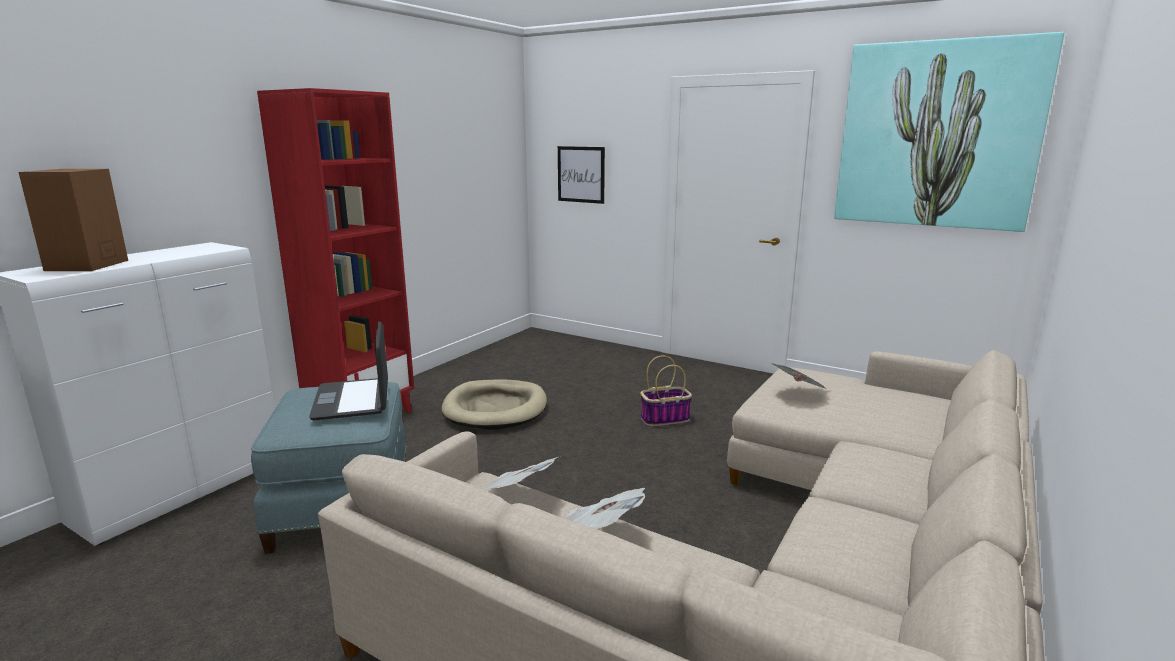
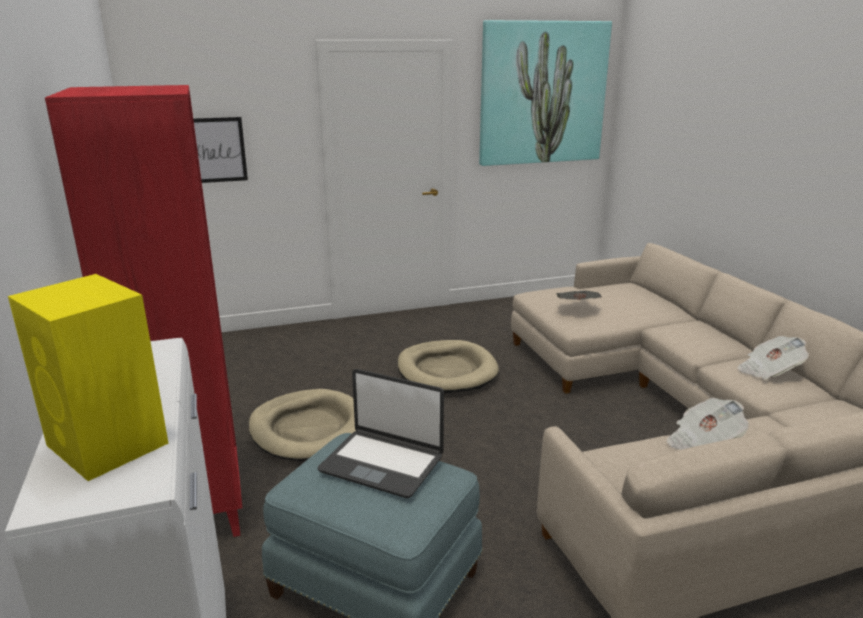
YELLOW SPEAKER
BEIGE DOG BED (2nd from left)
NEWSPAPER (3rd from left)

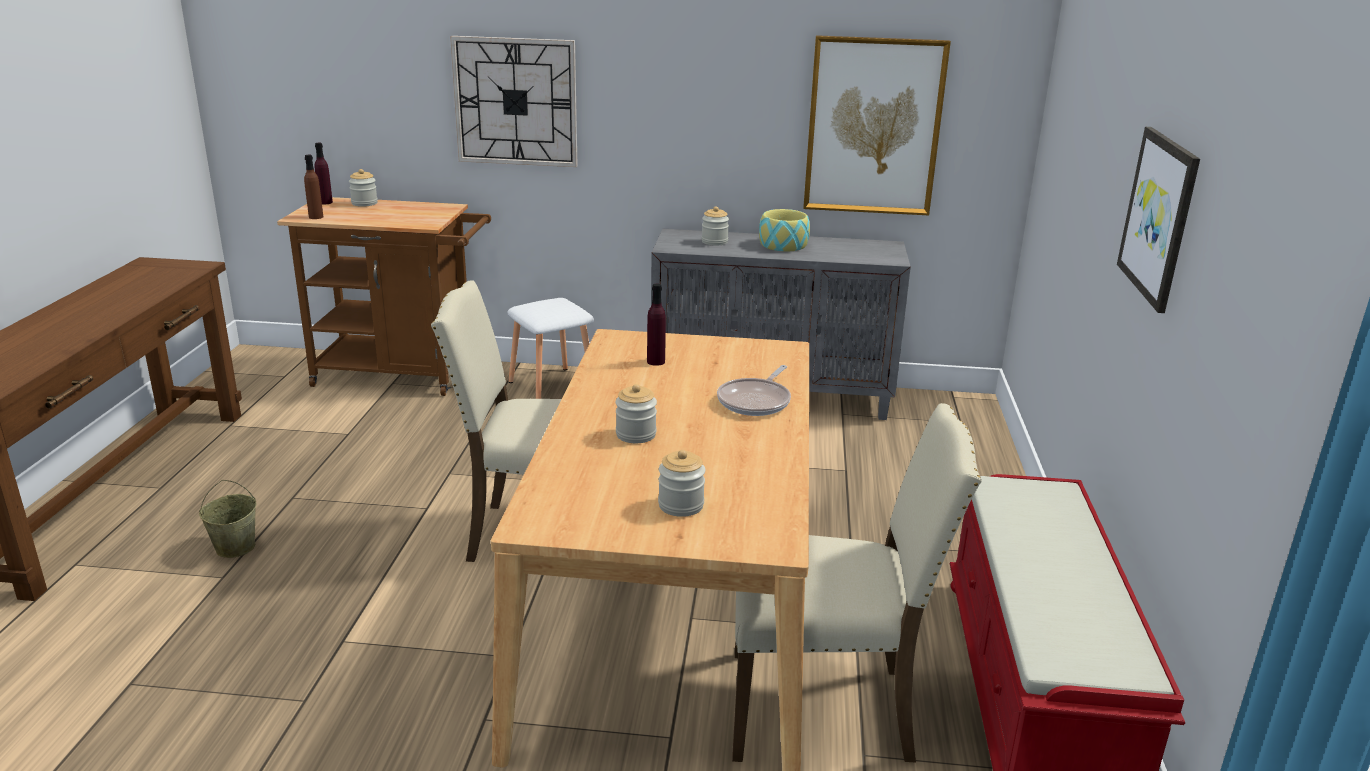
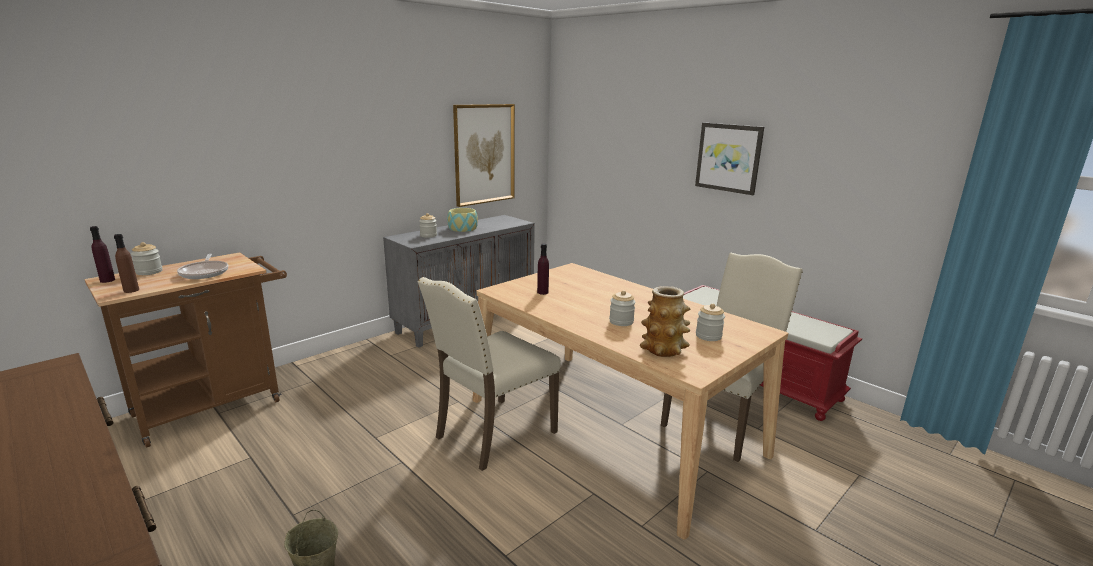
WALL CLOCK
WHITE STOOL
FRYING PAN
VASE

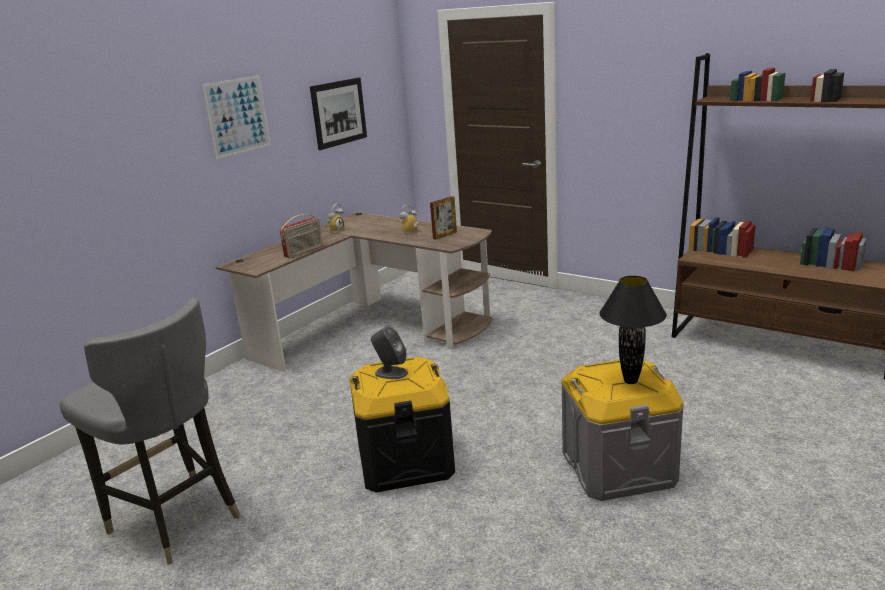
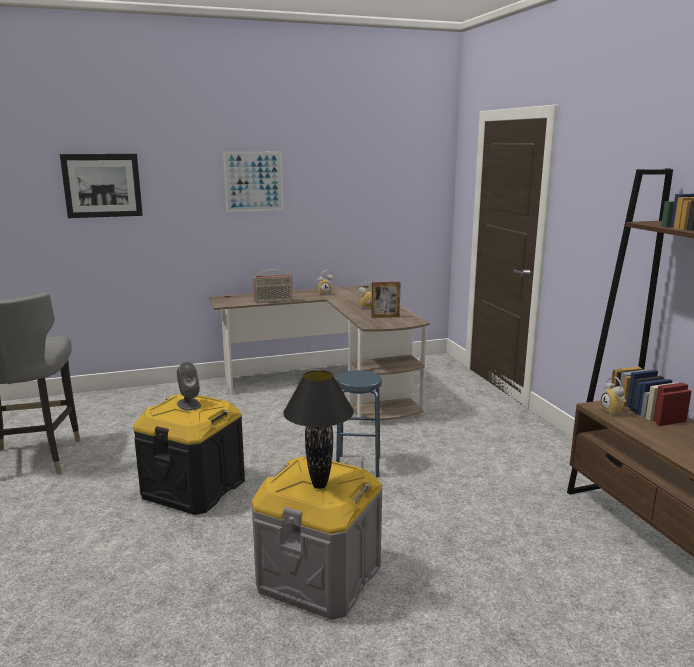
PICTURE (1st from left)
BLUE STOOL
ALARM CLOCK (3rd from left)

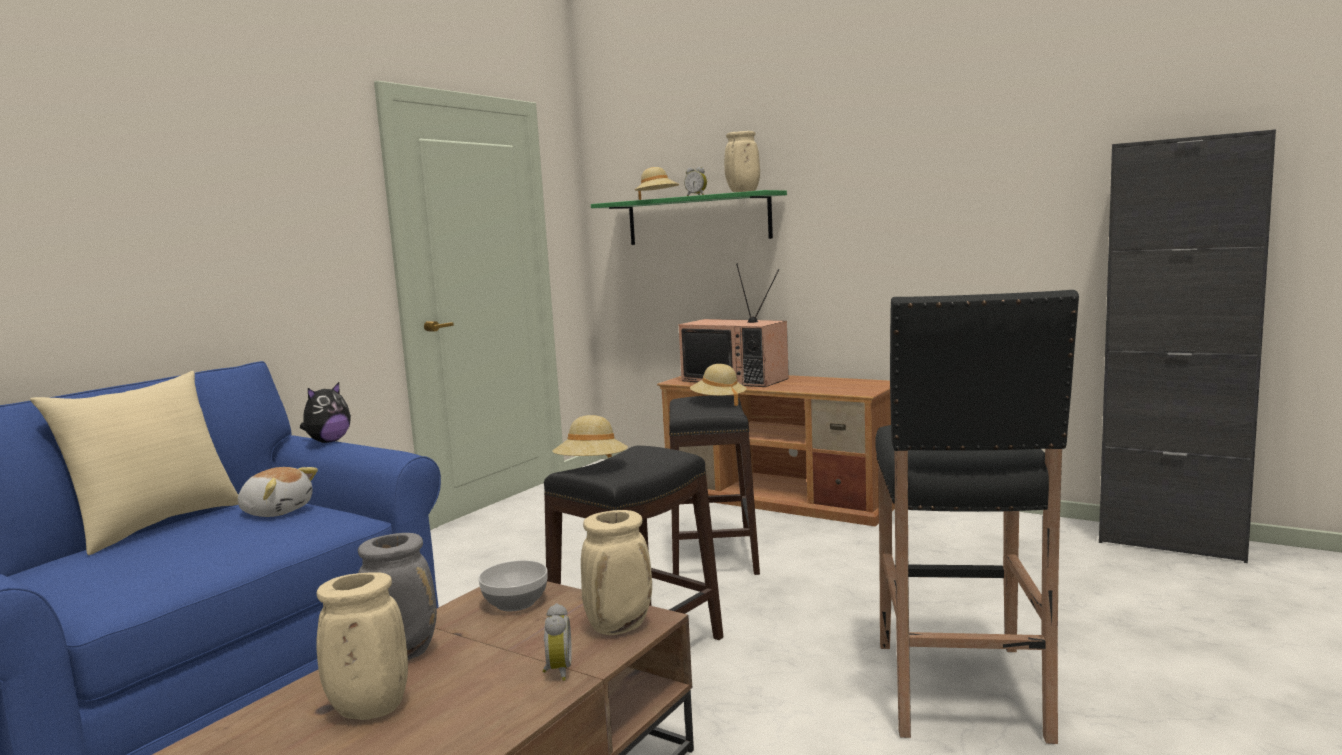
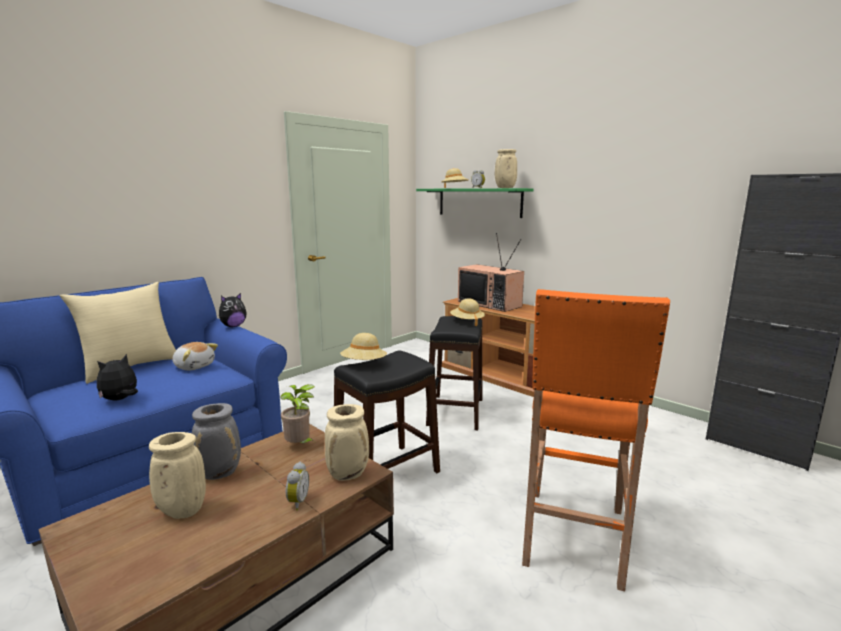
ORANGE STOOL
POTTED PLANT
PLUSH TOY (1st from left)

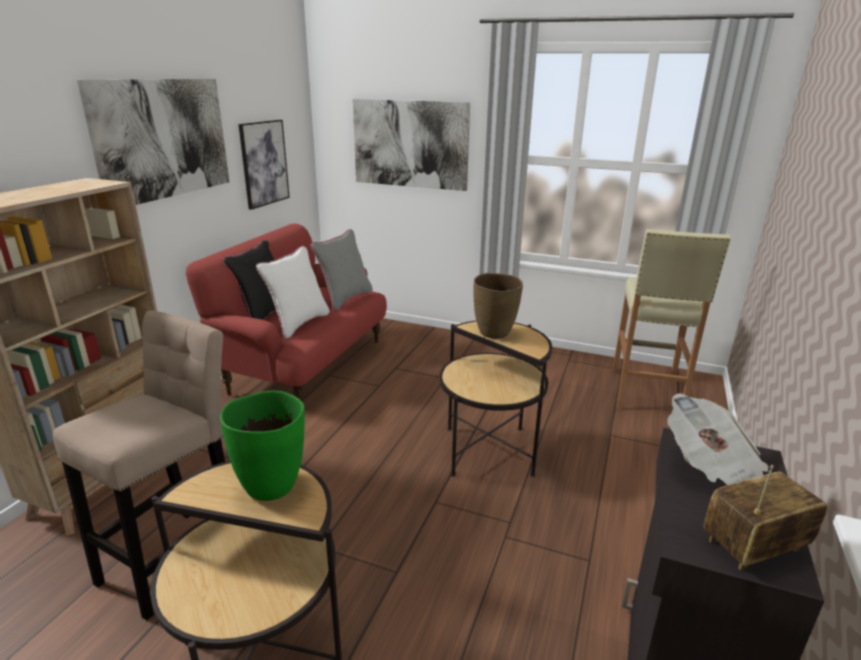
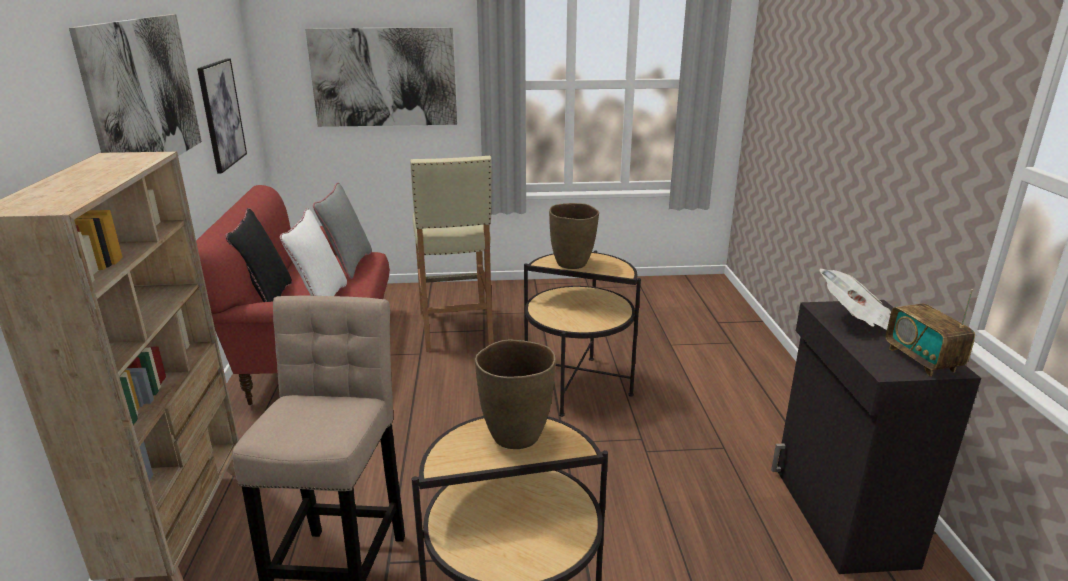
BEIGE STOOL (2nd from left)
BROWN VASE (1st from left)
RADIO

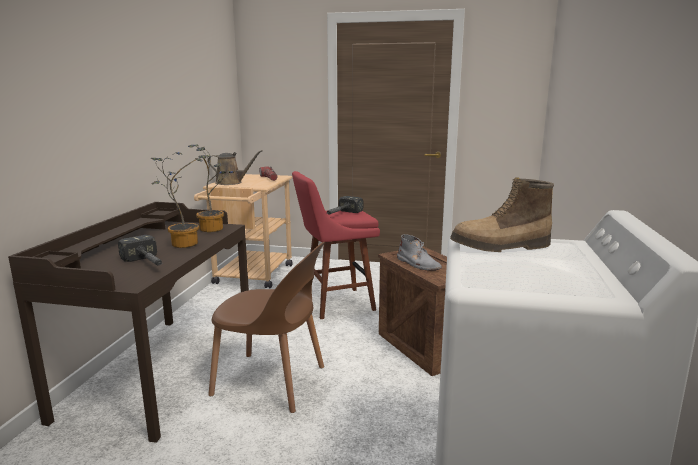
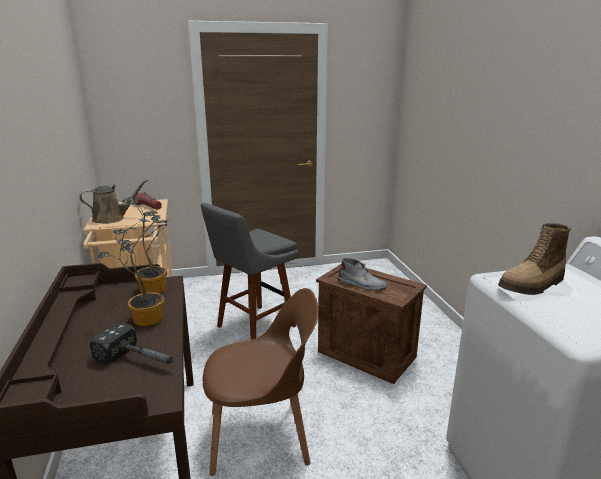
GREY STOOL
HAMMER (2nd from left in the first image)

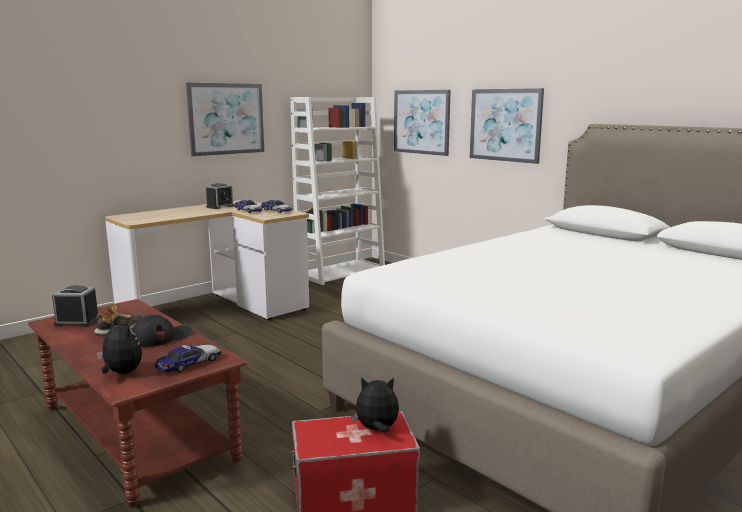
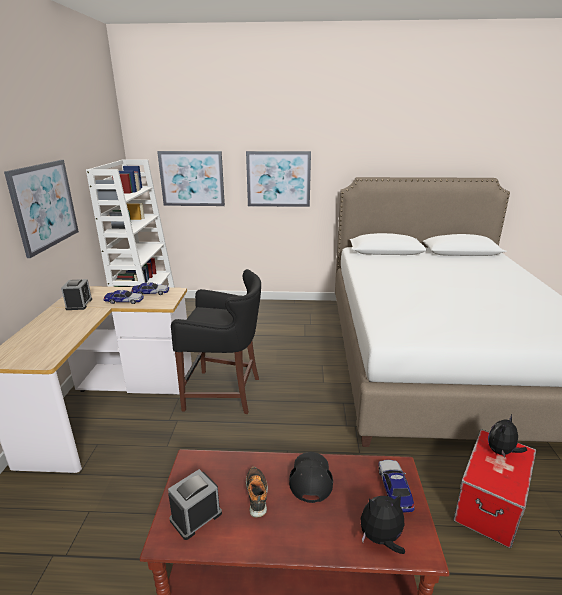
BLACK STOOL

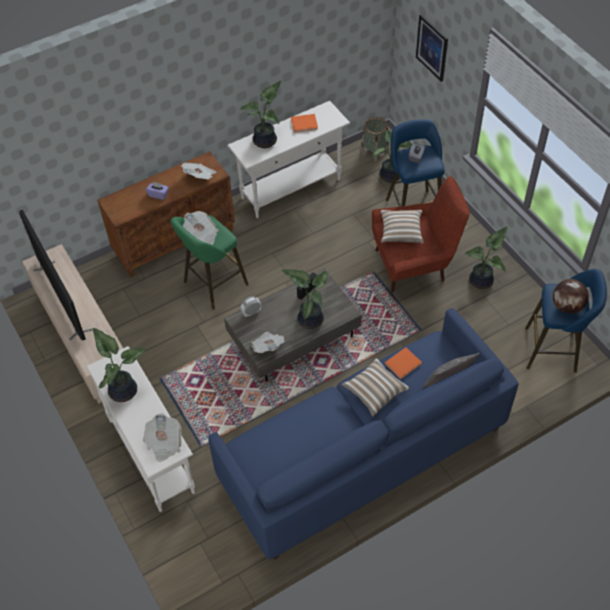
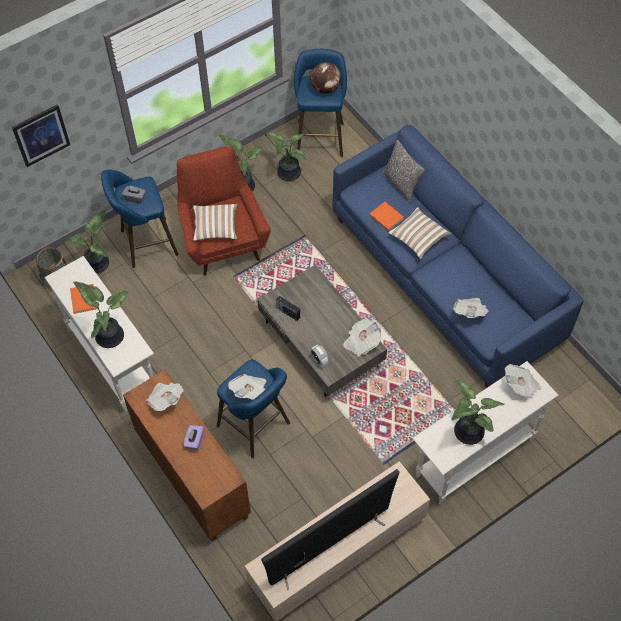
BLUE STOOL (2nd from left)
POTTED PLANT (4th from left)
NEWSPAPER (4th from left)

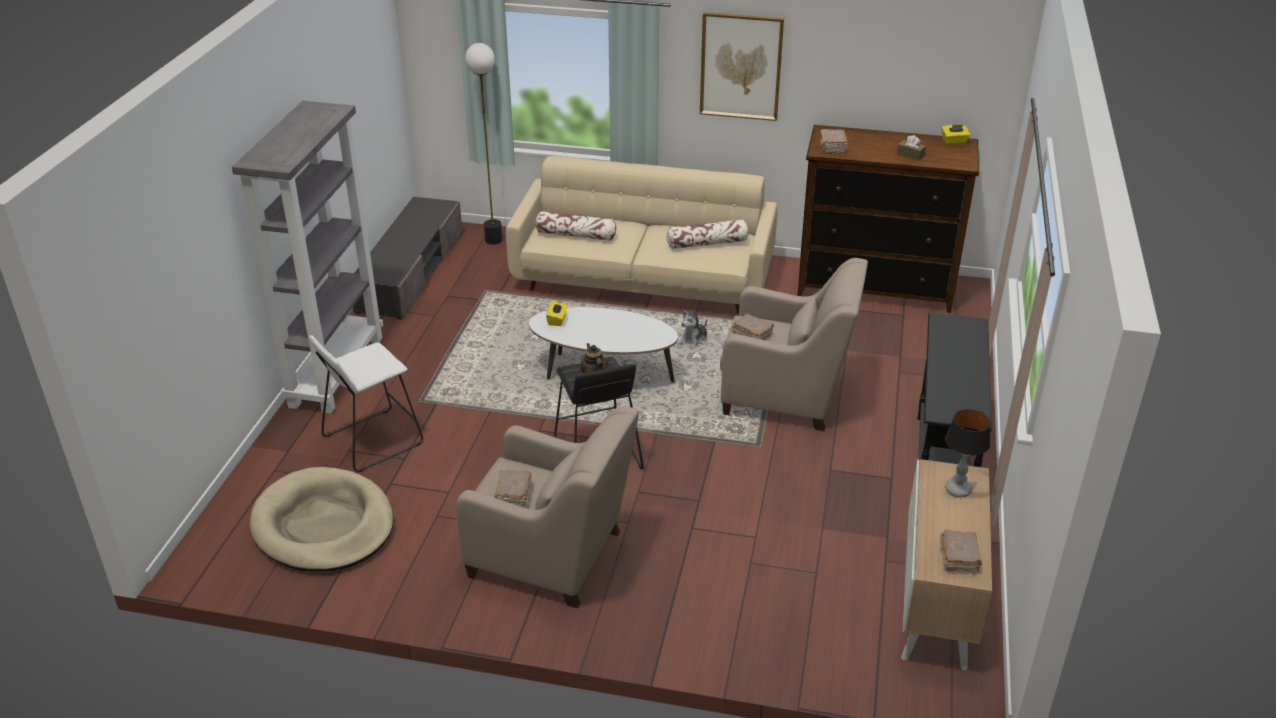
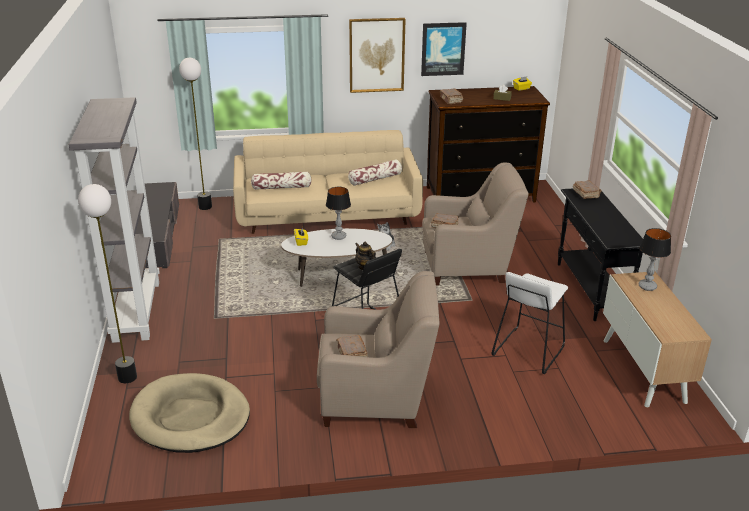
WHITE STOOL
BROWN BOOK (4th from left)
PICTURE (2nd from left)
FLOOR LAMP (1st from left)
TABLE LAMP (1st from left)

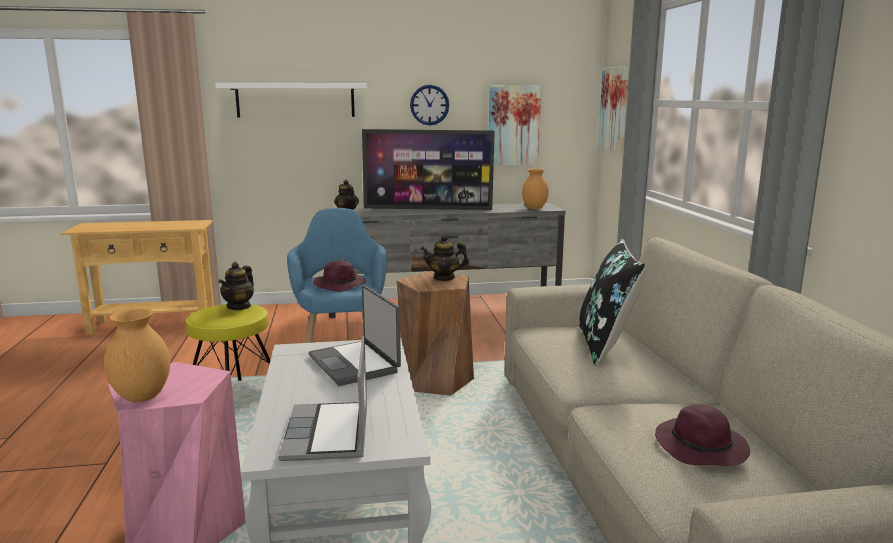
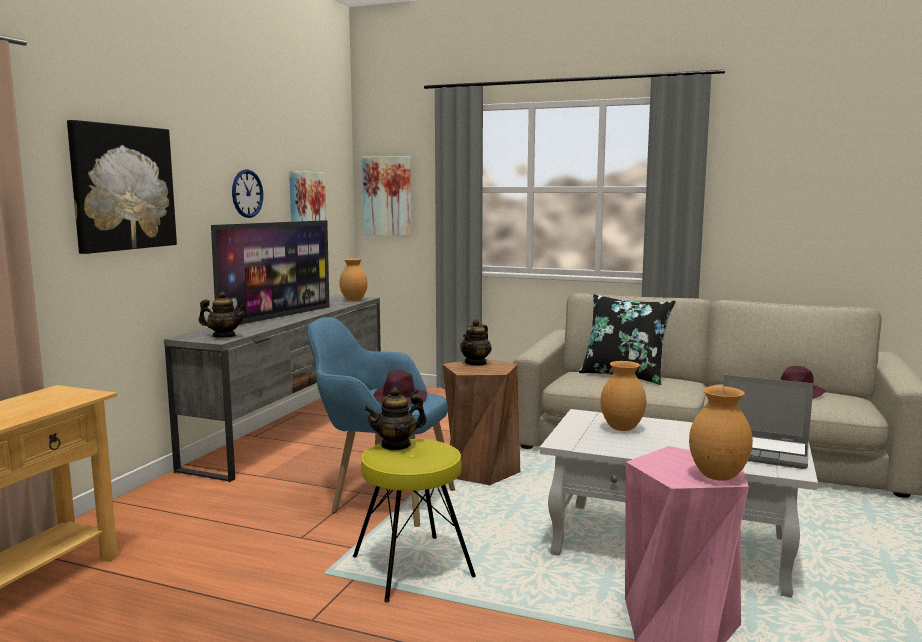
PICTURE (1st from left)
TEAPOT (2nd from left)
BROWN VASE (2nd from left)

